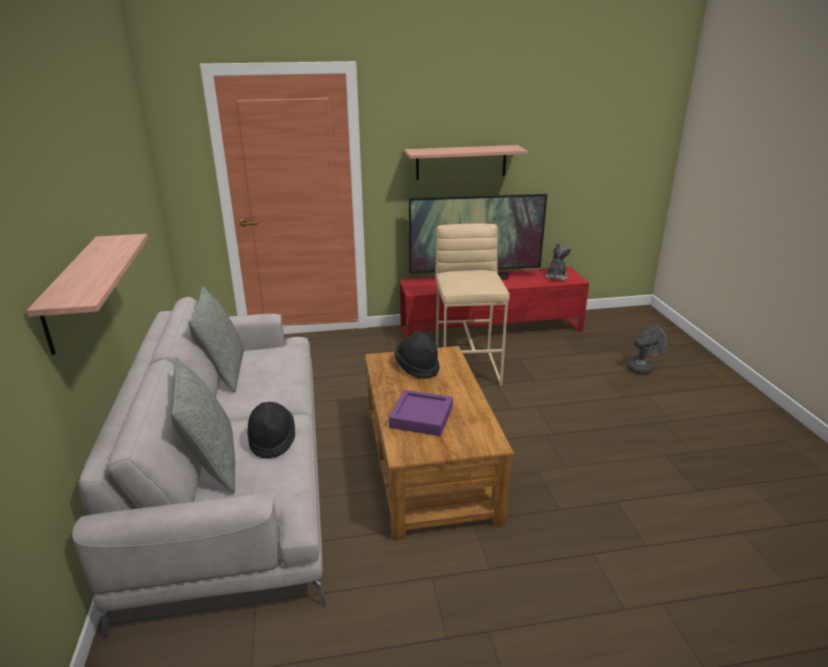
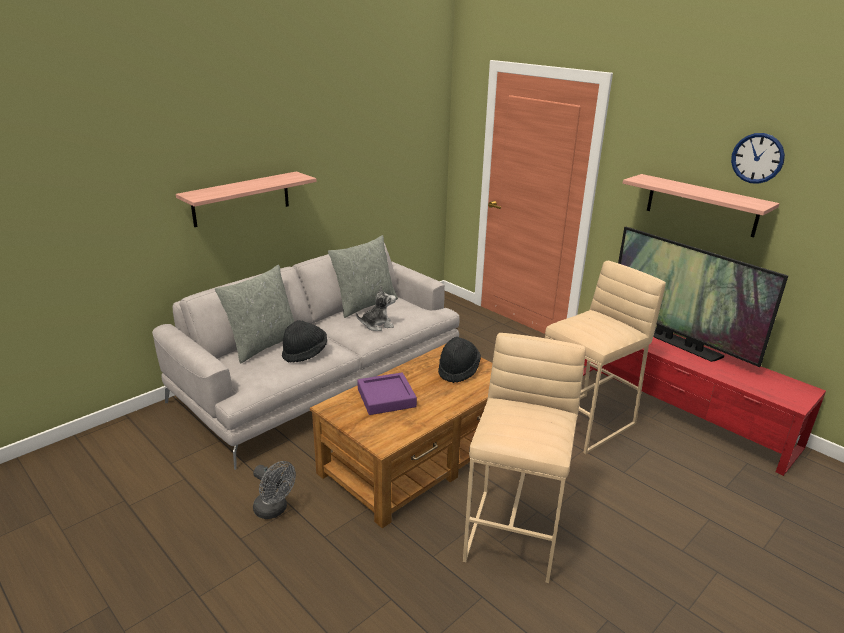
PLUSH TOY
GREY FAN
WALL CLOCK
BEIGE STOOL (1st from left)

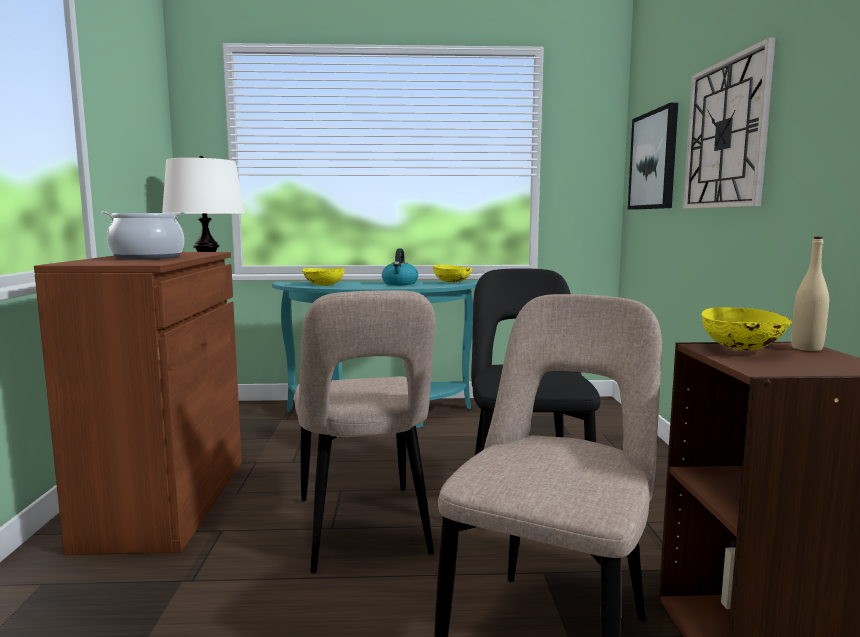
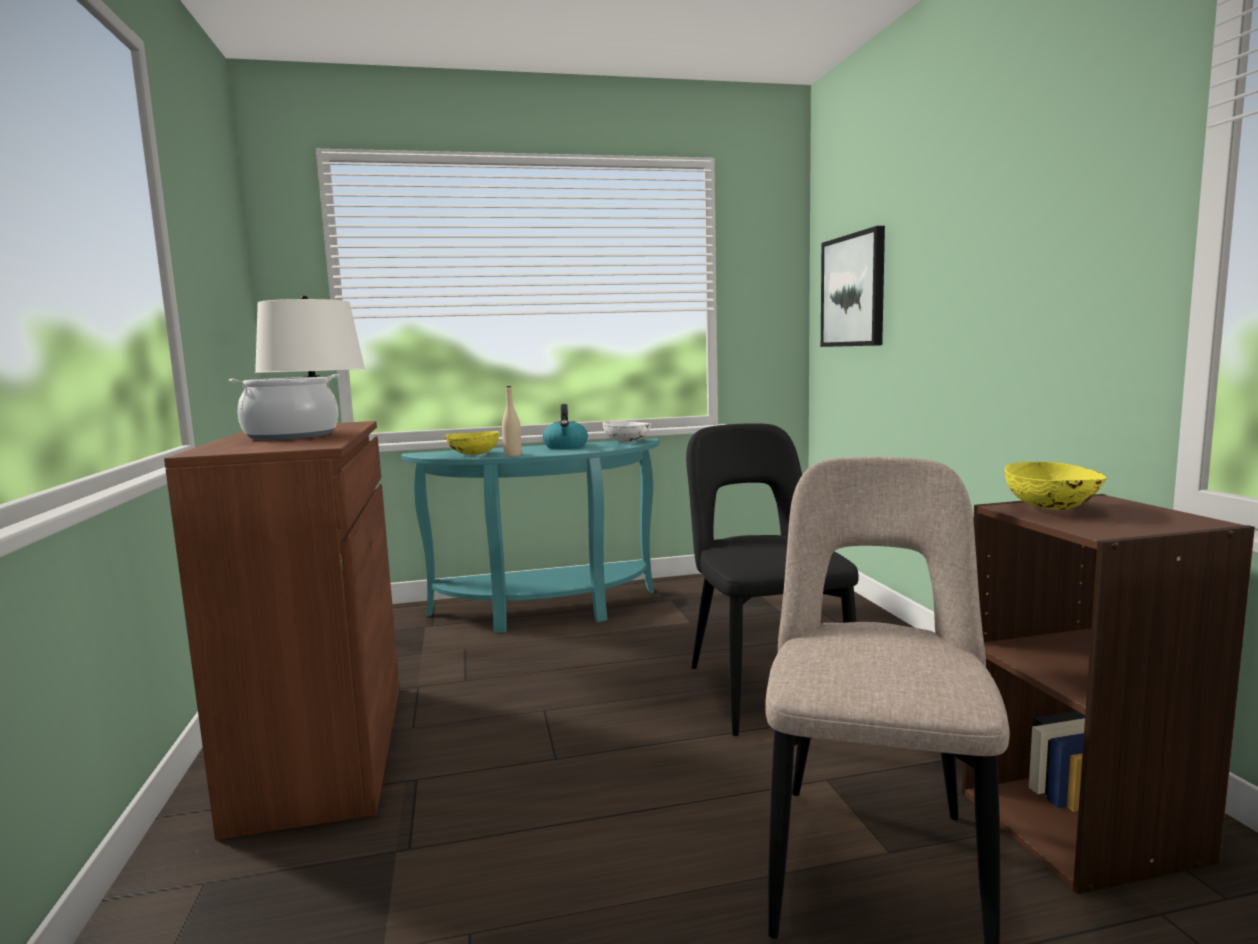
WALL CLOCK
BEIGE BOTTLE
WHITE BOWL
BEIGE CHAIR (1st from left in the first image)

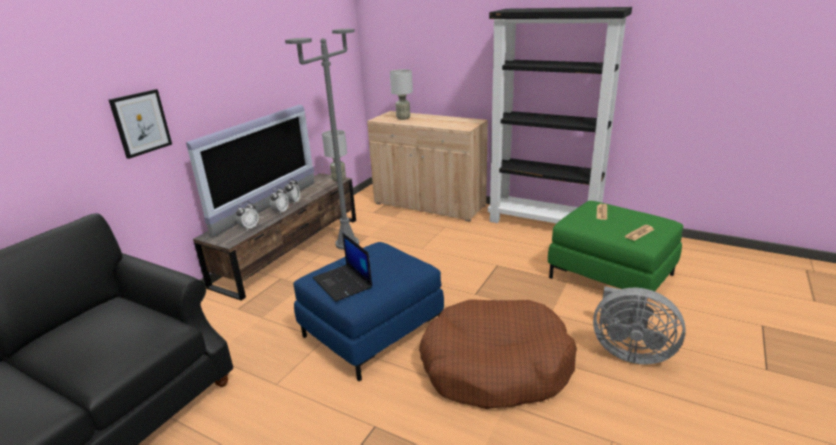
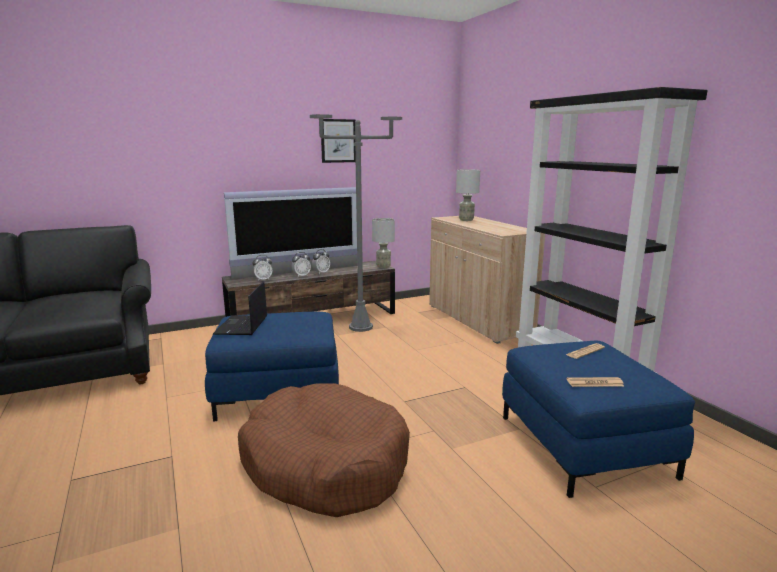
PICTURE
BLUE OTTOMAN (2nd from left)
GREY FAN

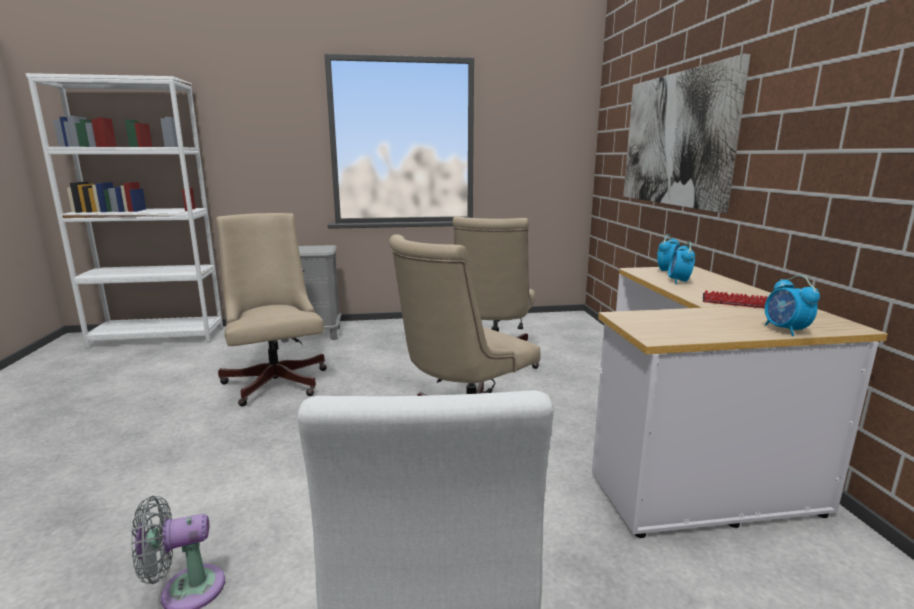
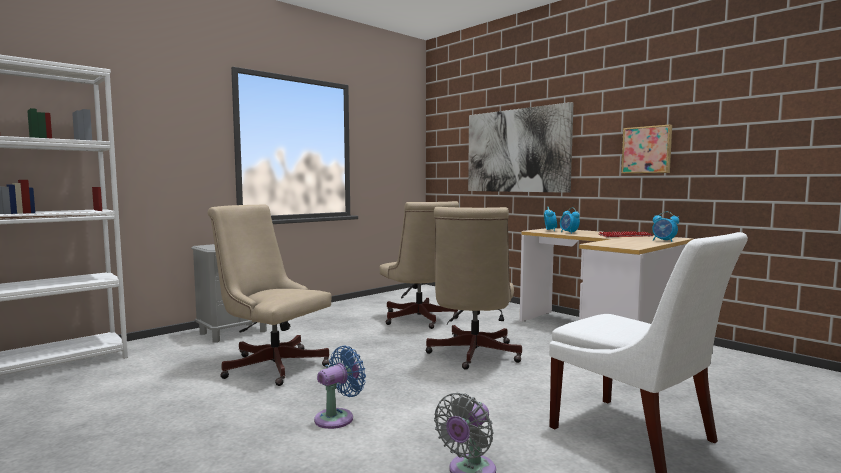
PICTURE (2nd from left)
BLUE FAN

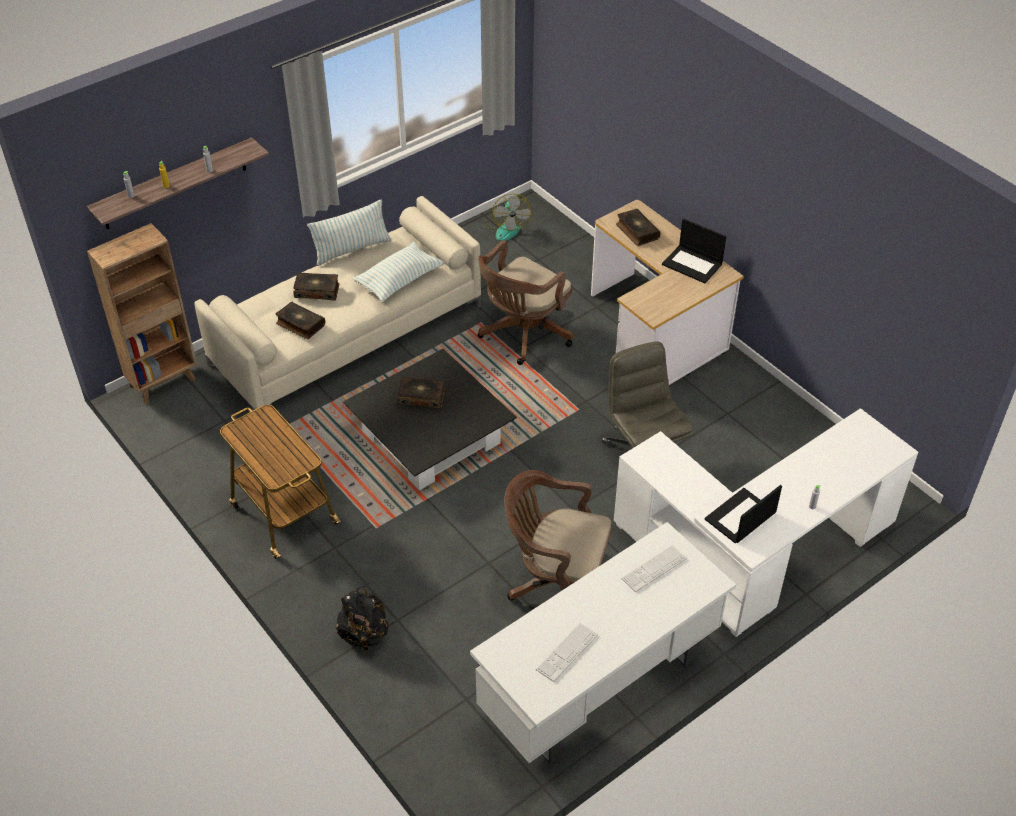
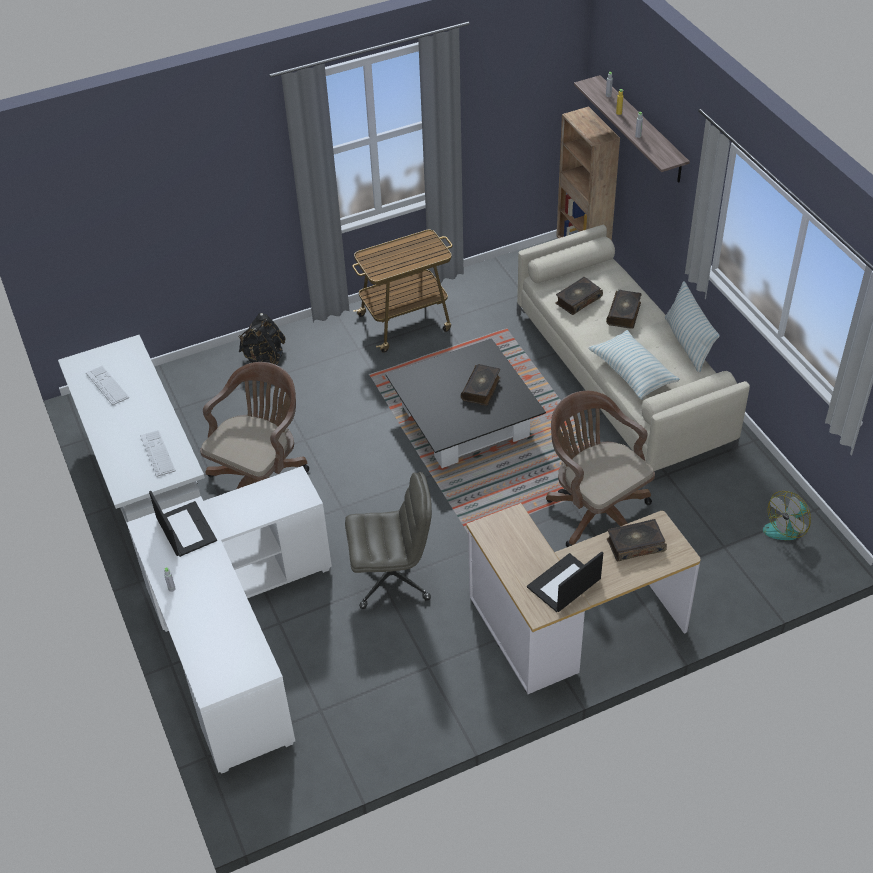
FAN

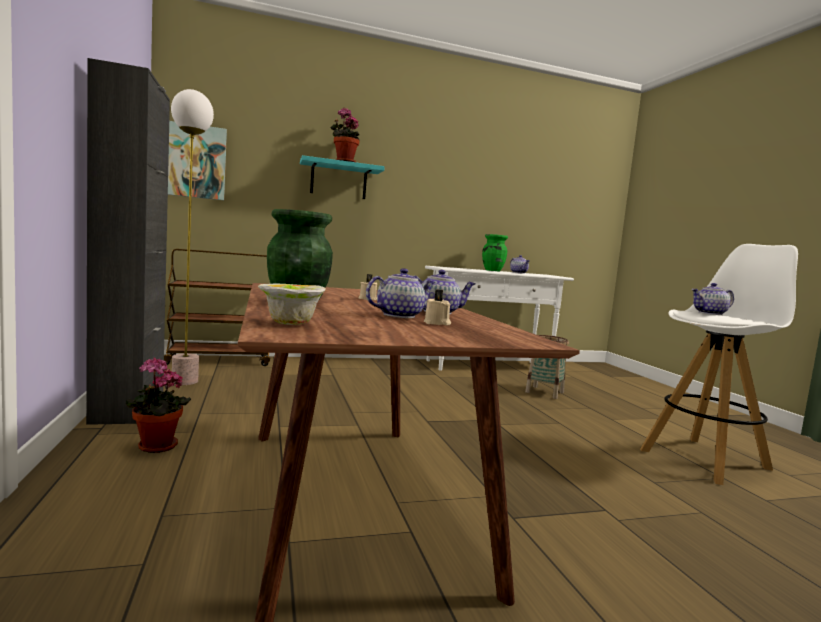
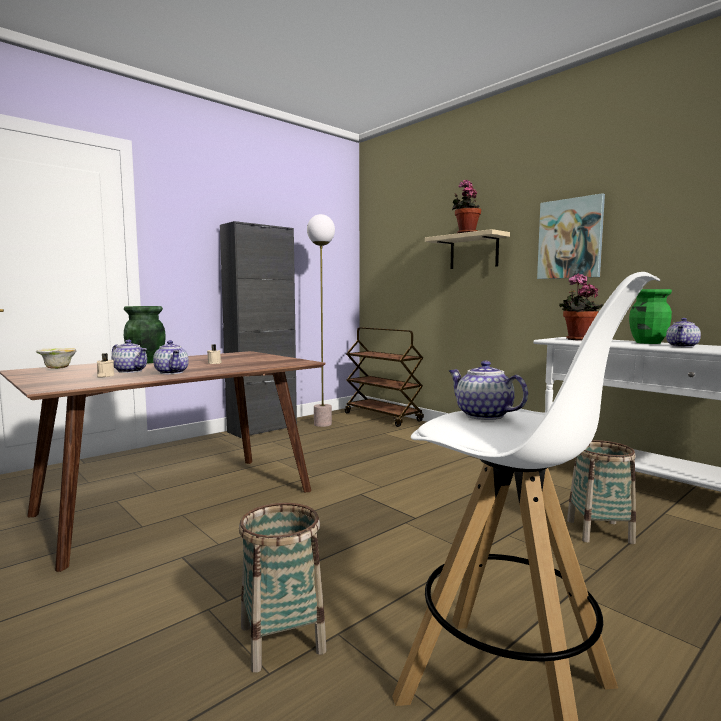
PICTURE
BEIGE SHELF
POTTED PLANT (2nd from left)
BASKET (1st from left)

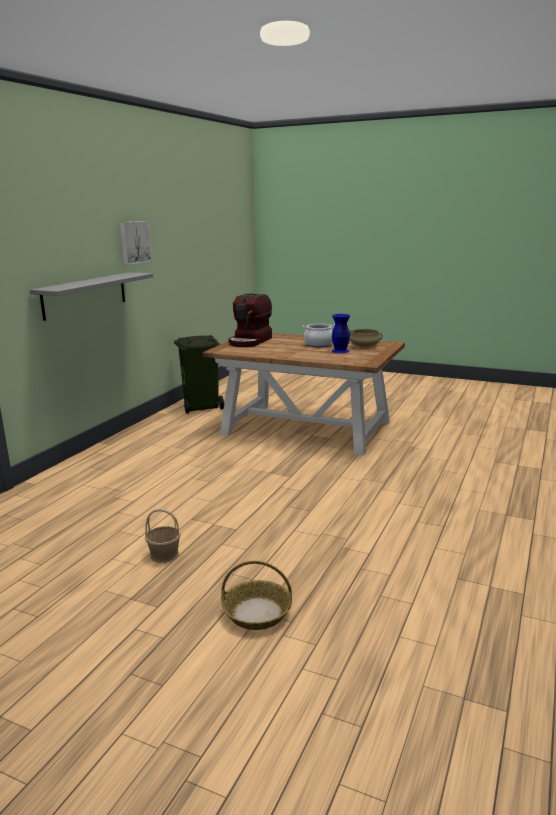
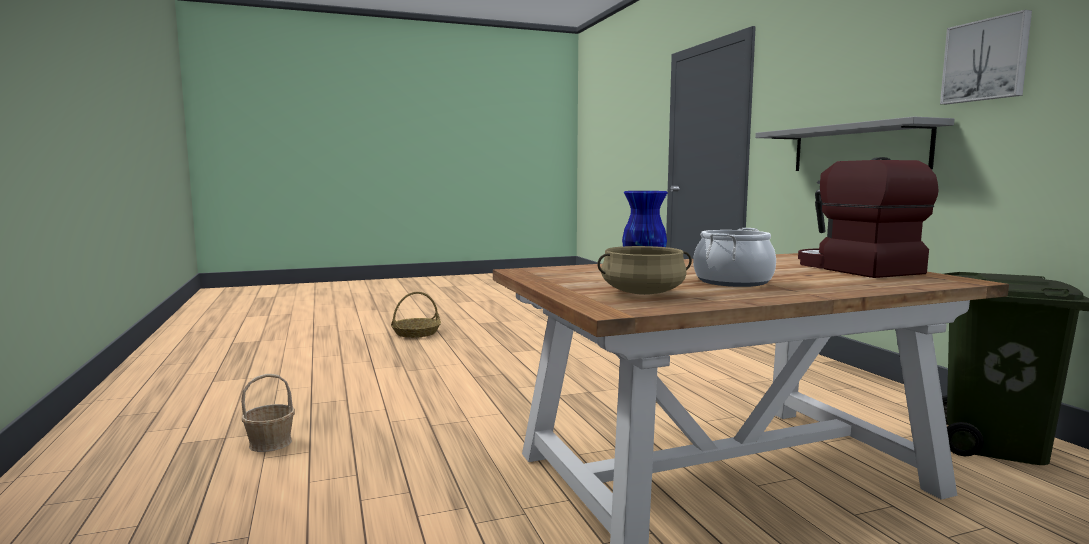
BASKET (1st from left)

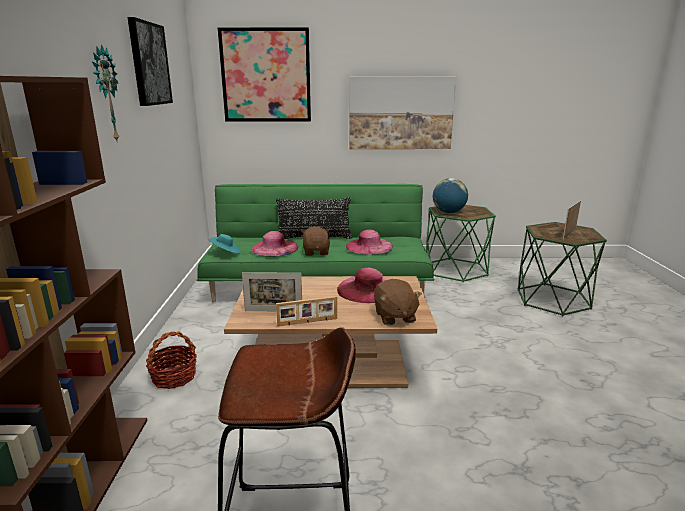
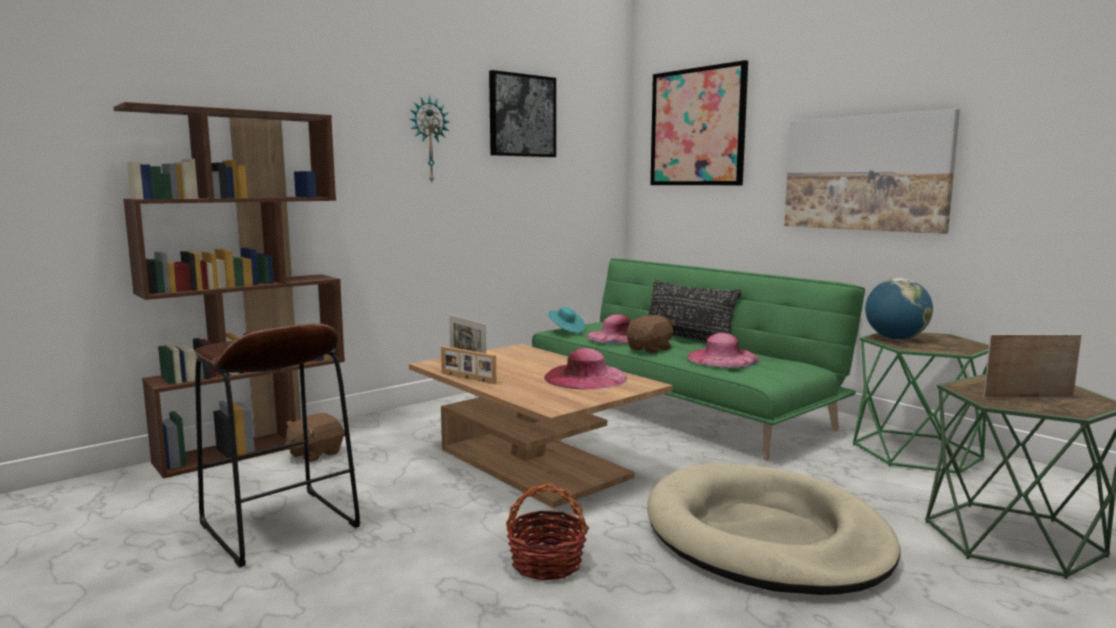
BROWN PLUSH TOY (1st from left)
BASKET
BEIGE DOG BED

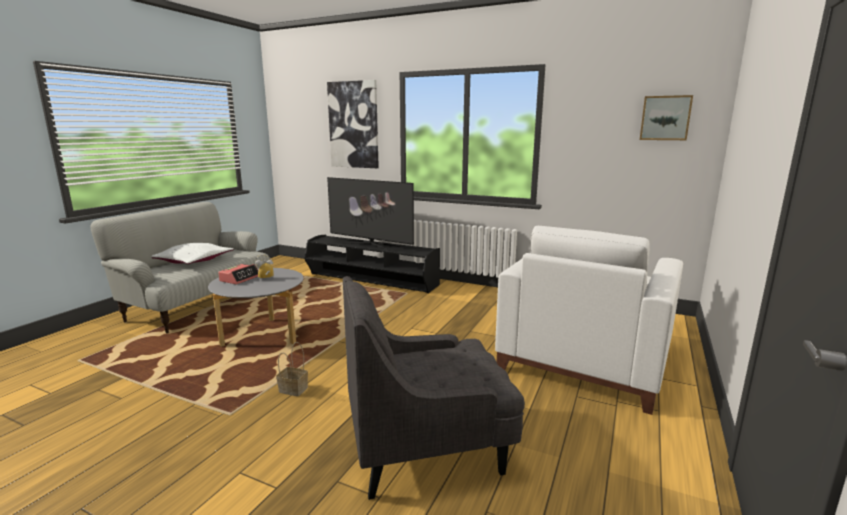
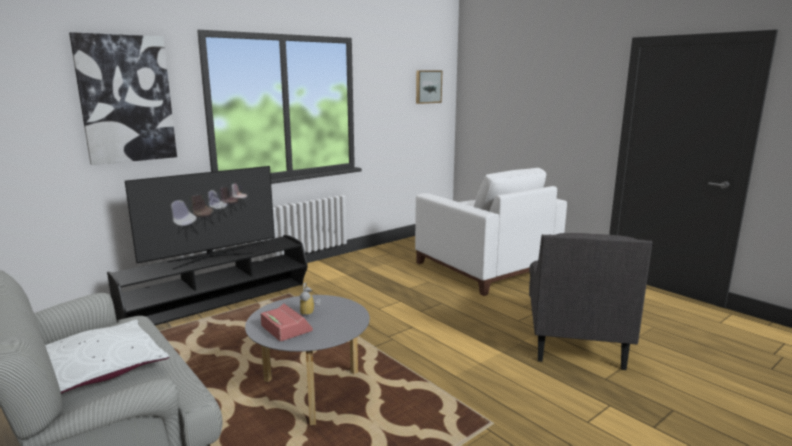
BASKET

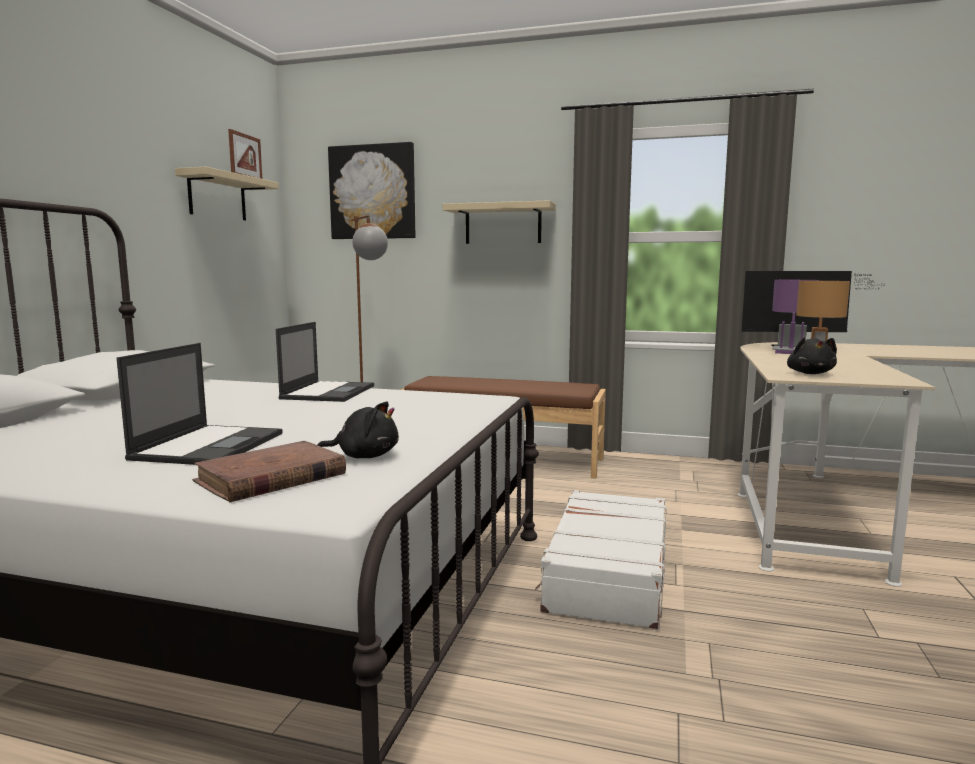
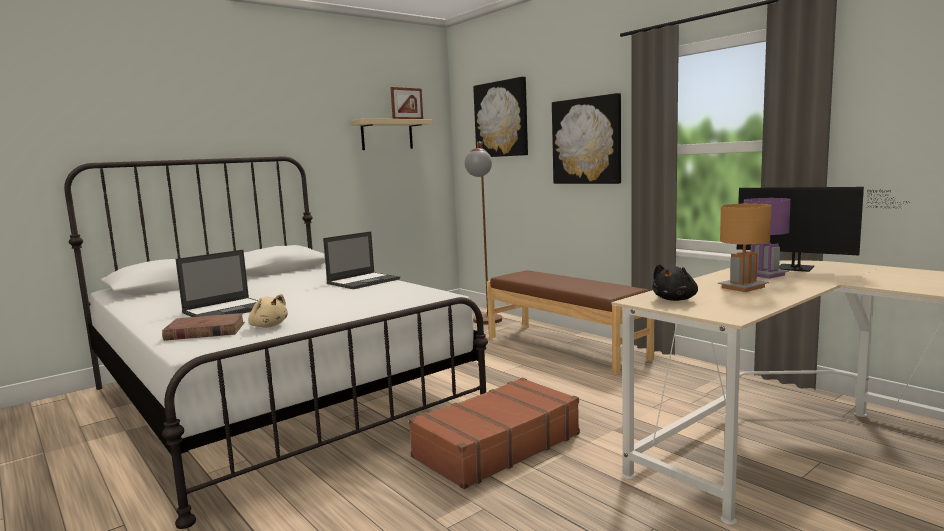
PICTURE (2nd from left)
BEIGE PLUSH TOY
BROWN SUITCASE

